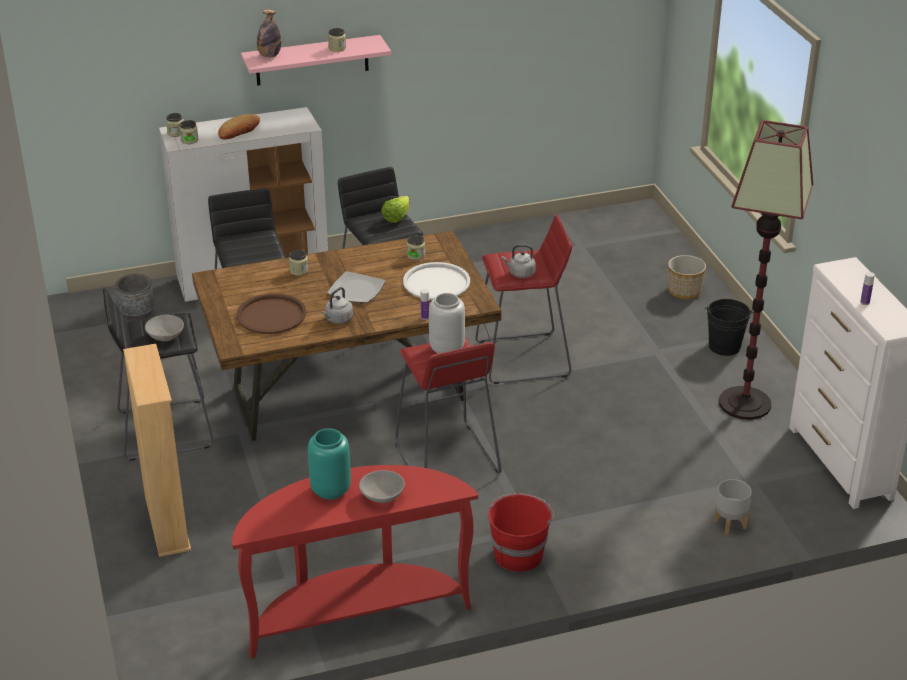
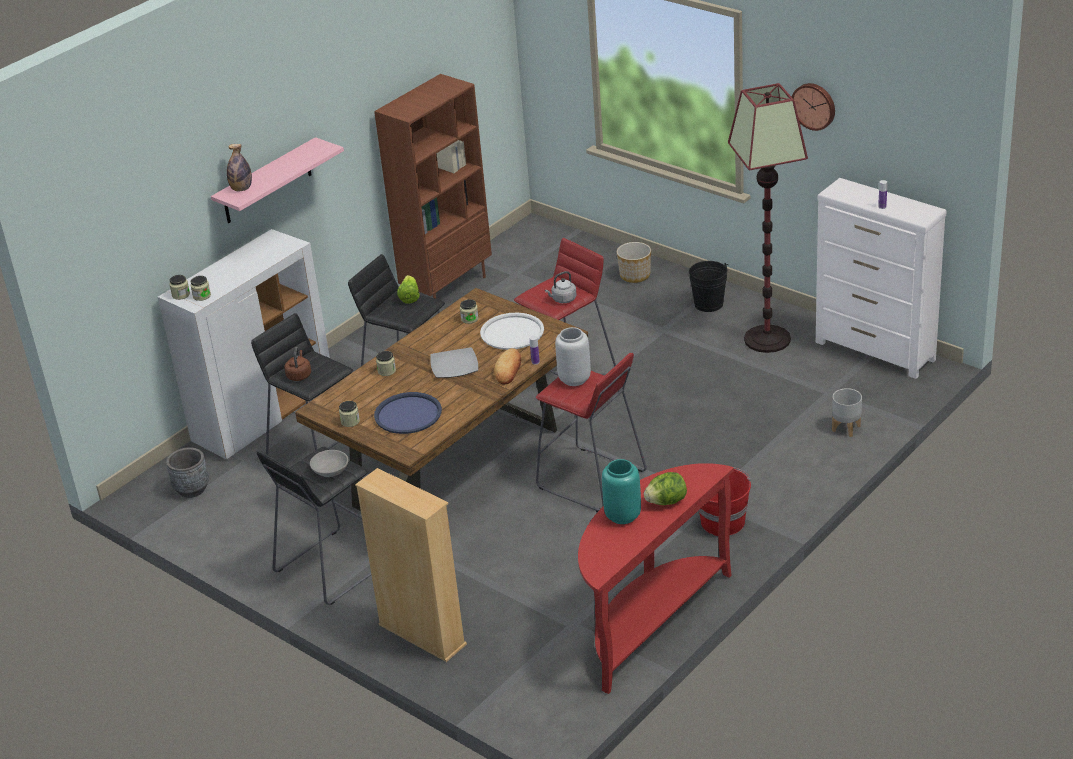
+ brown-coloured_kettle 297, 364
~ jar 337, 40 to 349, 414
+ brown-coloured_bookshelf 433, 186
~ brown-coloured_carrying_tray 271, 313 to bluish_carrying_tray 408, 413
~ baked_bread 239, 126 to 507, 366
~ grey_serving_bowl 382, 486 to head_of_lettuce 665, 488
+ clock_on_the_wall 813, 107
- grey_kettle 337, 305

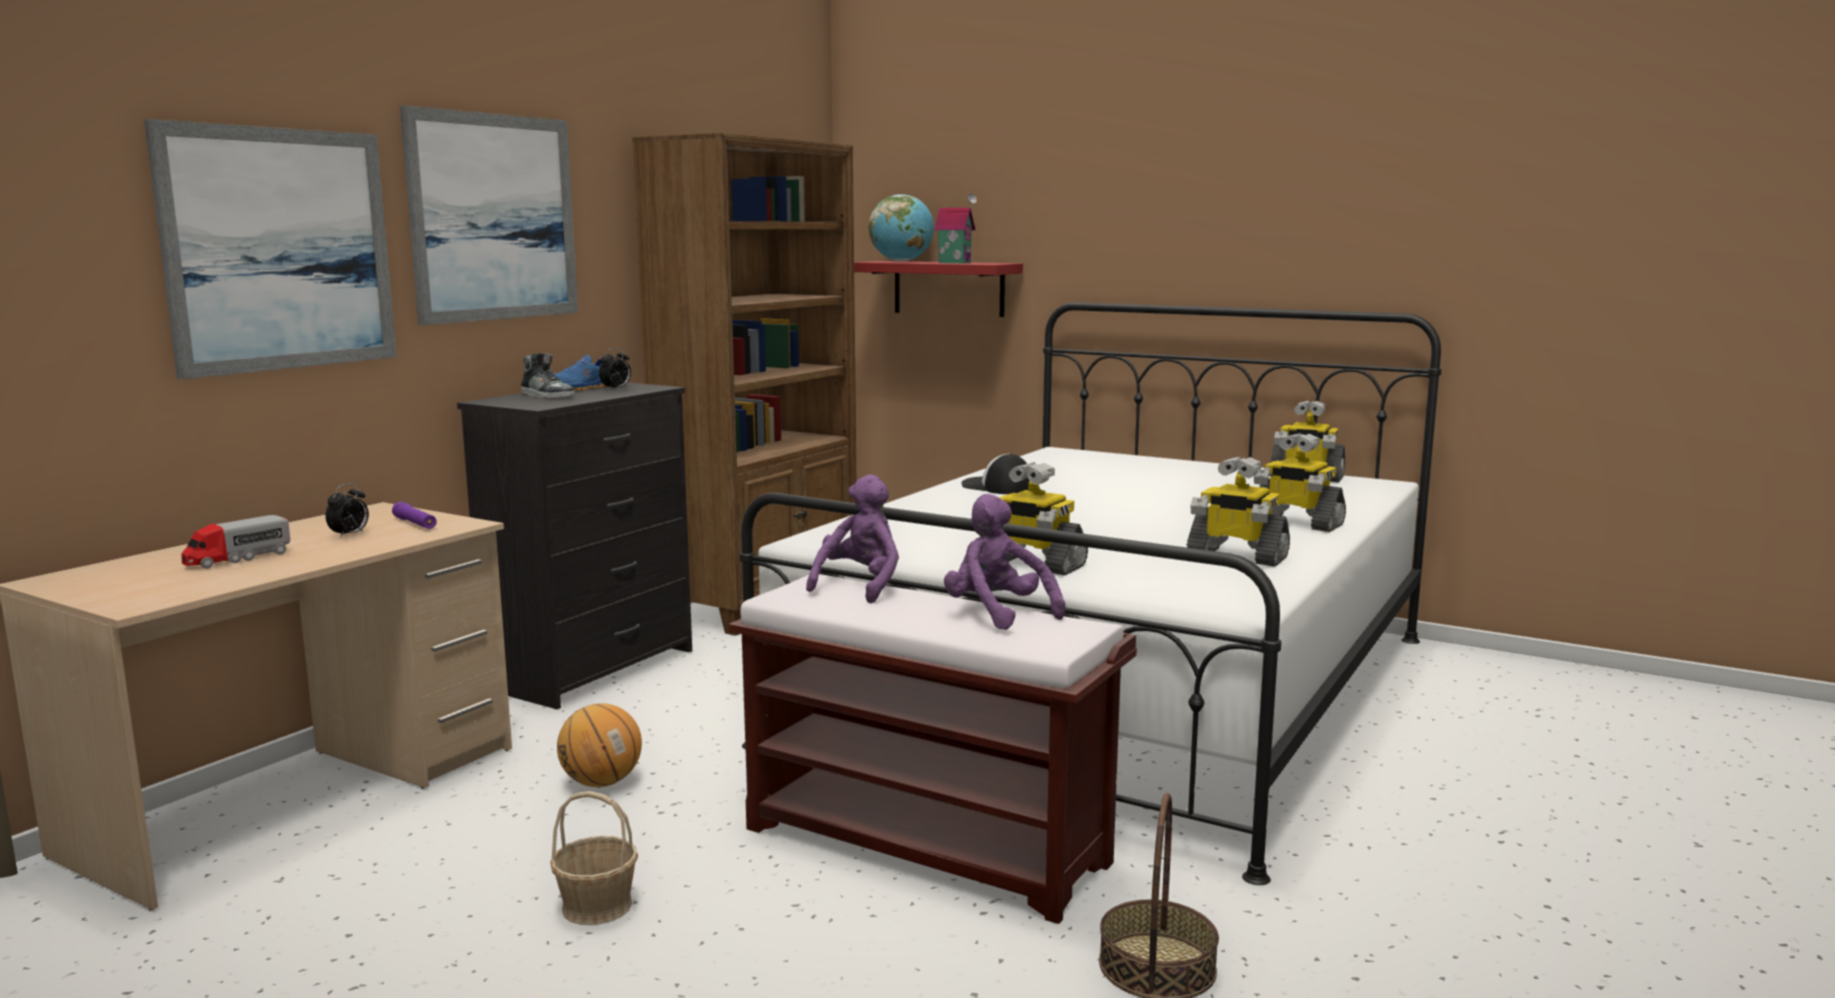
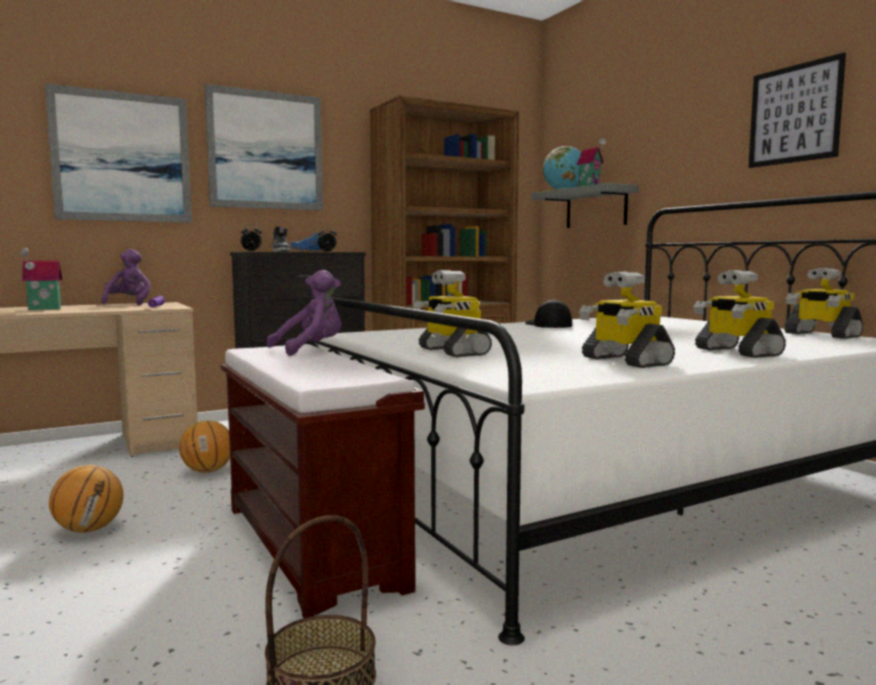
~ toy_lorry 235, 542 to model_house 41, 279
~ household_basket 594, 858 to ball_for_basketball 86, 499
~ purplish_cuddly_toy 1005, 562 to 126, 277
~ alarm_clock 347, 510 to 251, 238
~ red-coloured_shelf 938, 289 to grey_shelf 585, 205
+ wall_picture 797, 110

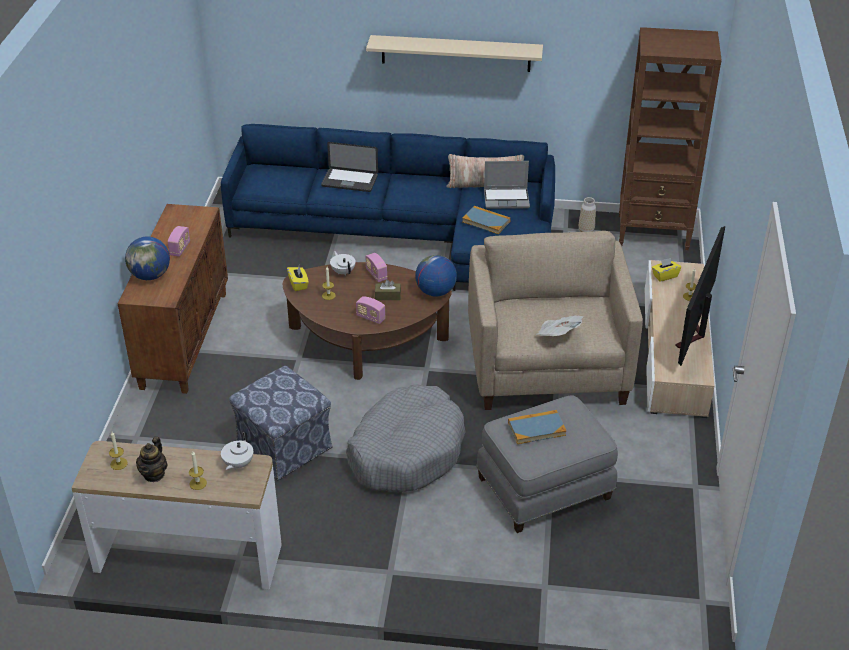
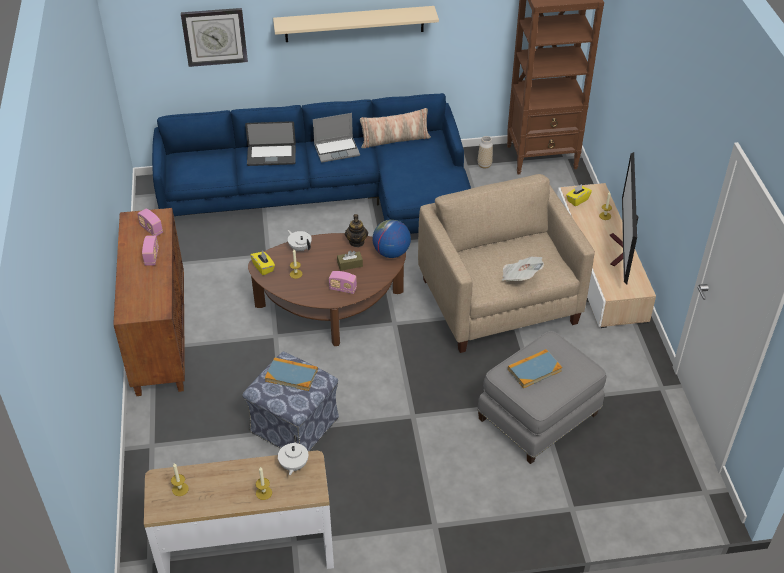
~ radio_set 376, 267 to 150, 222
+ clock_on_the_wall 214, 37
~ bound_book 486, 220 to 291, 374
~ notebook_computer 507, 185 to 336, 137
~ pot_for_tea 152, 459 to 356, 230
- desk_globe 147, 258
- grey_dog_bed 405, 438

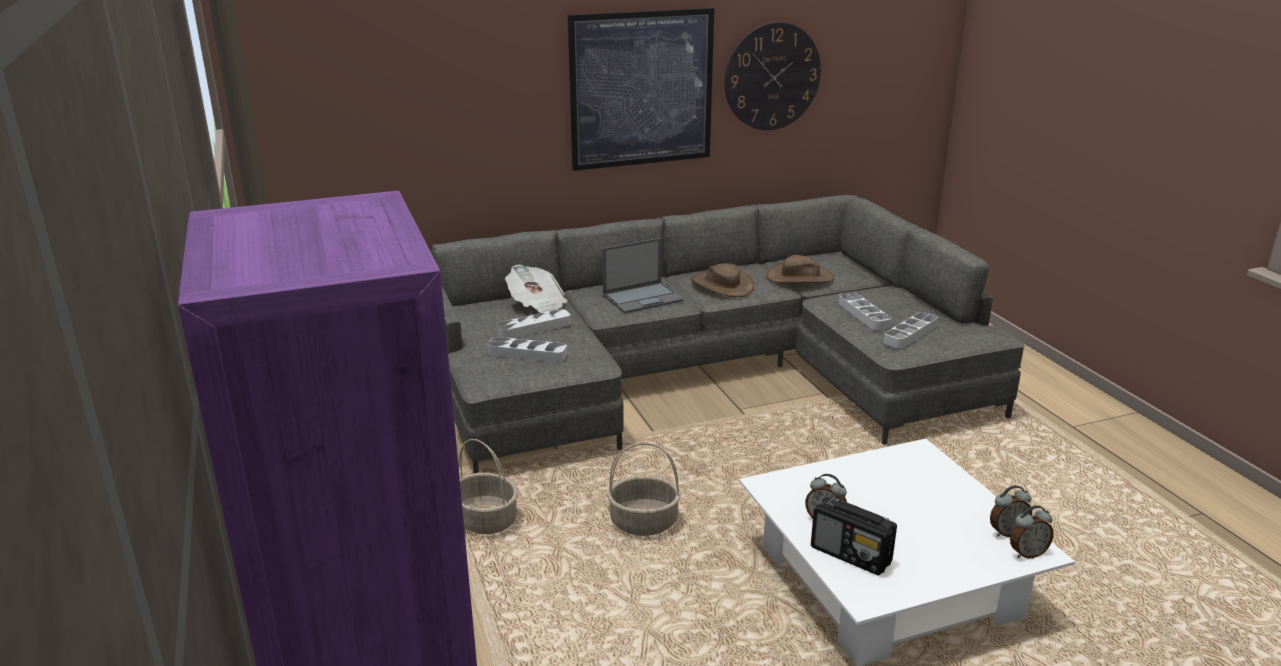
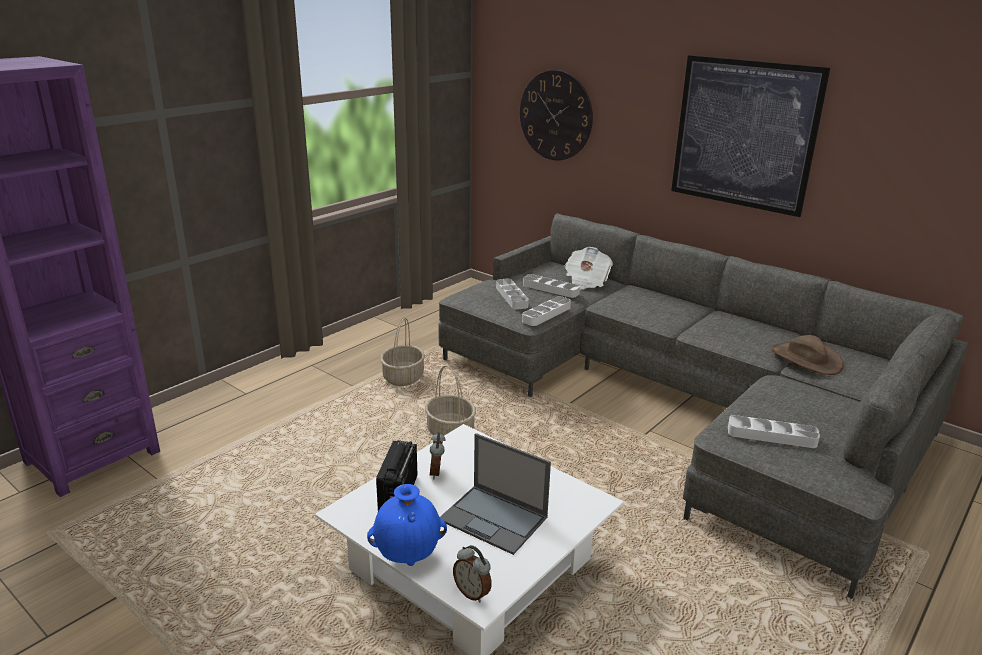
+ bluish_flower_vase 407, 525
~ notebook_computer 643, 275 to 495, 494
~ clock_on_the_wall 772, 76 to 556, 115
~ grey_carrying_tray 865, 311 to 546, 311
- brown-coloured_hat 722, 280
- alarm_clock 1011, 511

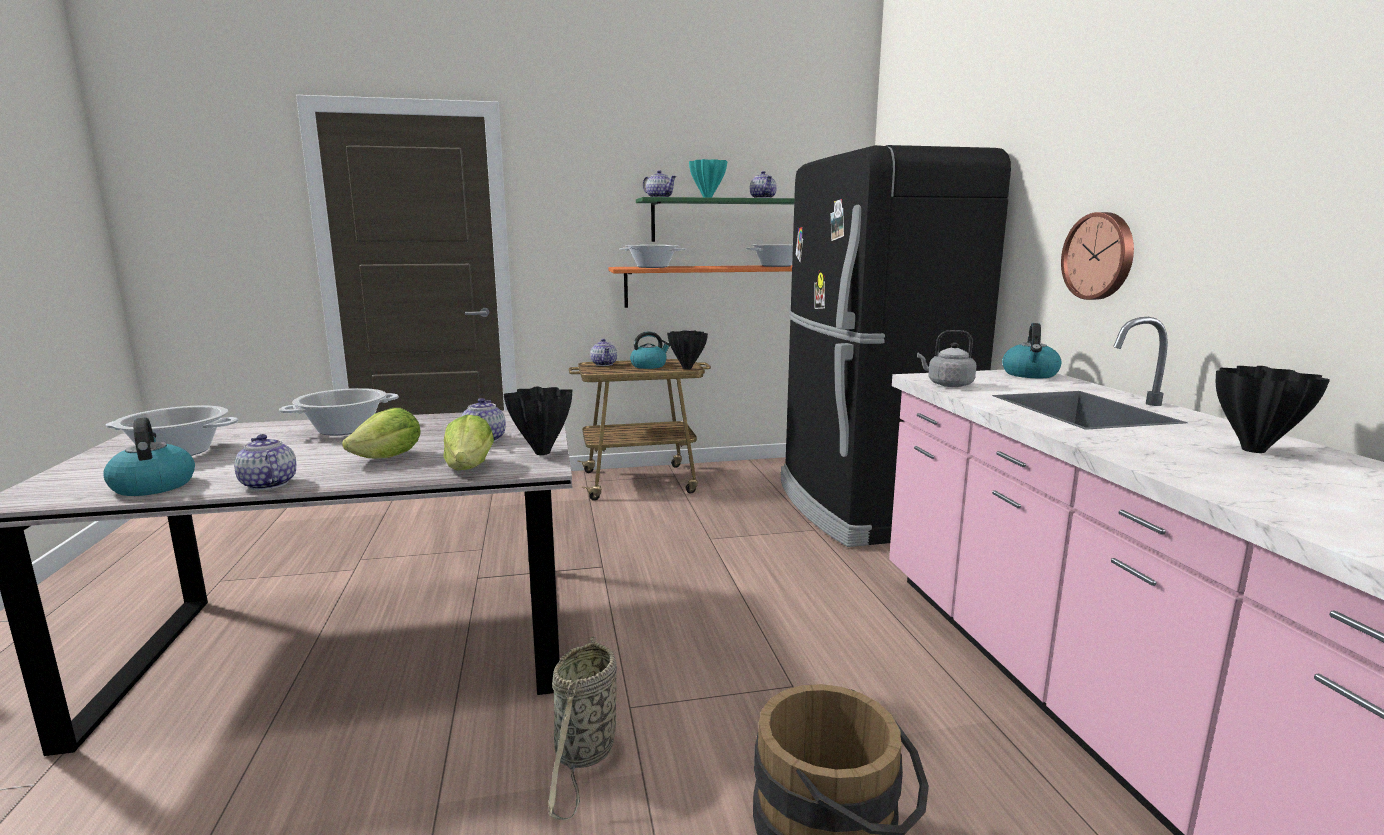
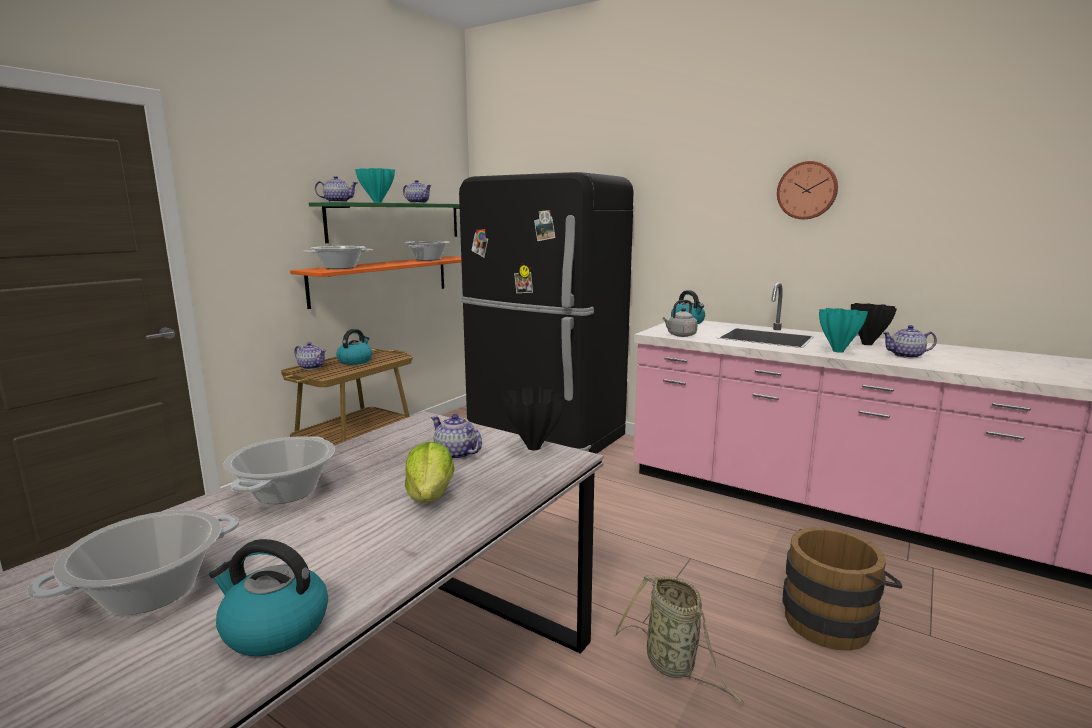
~ clock_on_the_wall 1097, 256 to 807, 190
+ turquoise-coloured_flower_vase 843, 330
~ pot_for_tea 265, 462 to 909, 341
- head_of_lettuce 468, 442
- blackish_flower_vase 687, 350

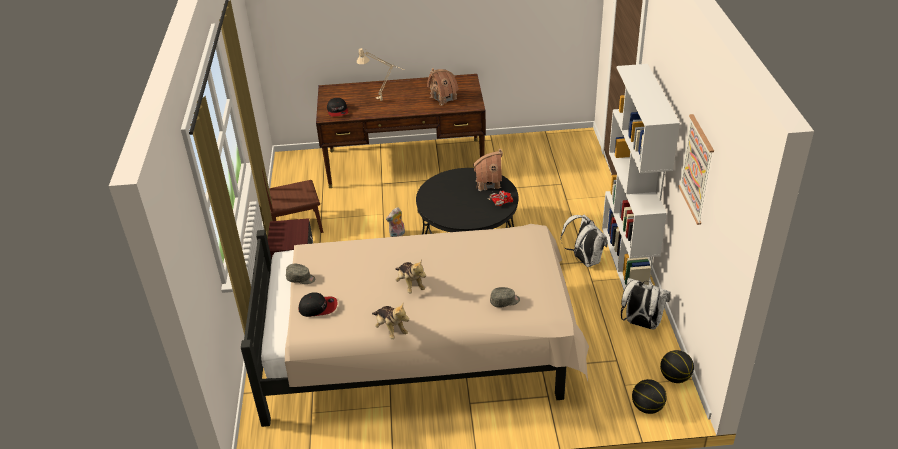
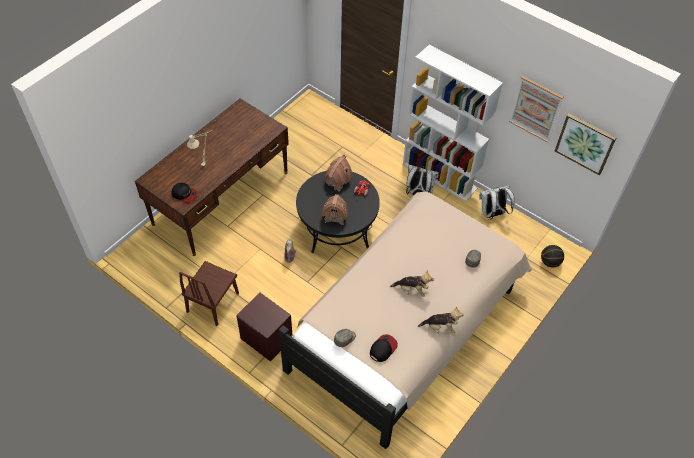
~ model_house 443, 87 to 335, 209
+ wall_picture 585, 144
- ball_for_basketball 677, 366

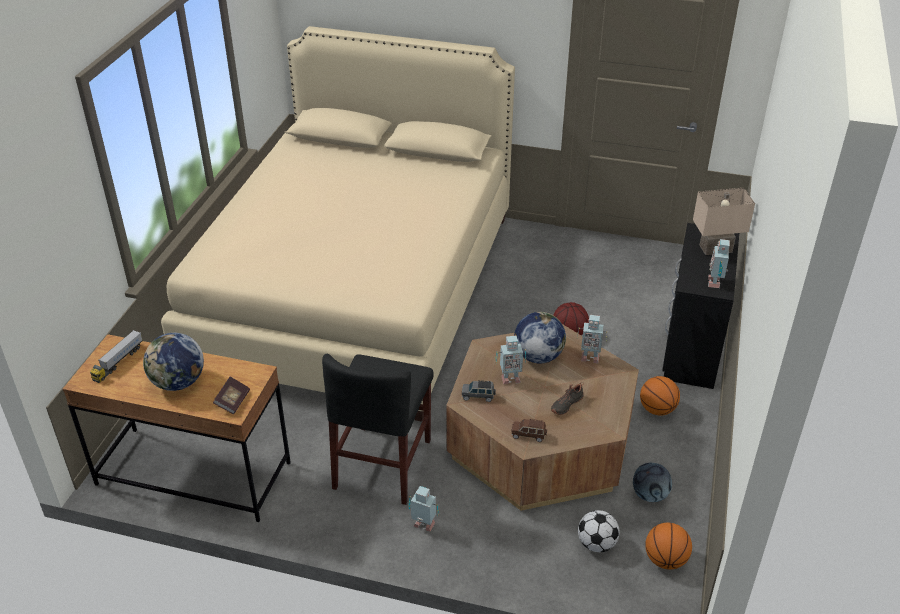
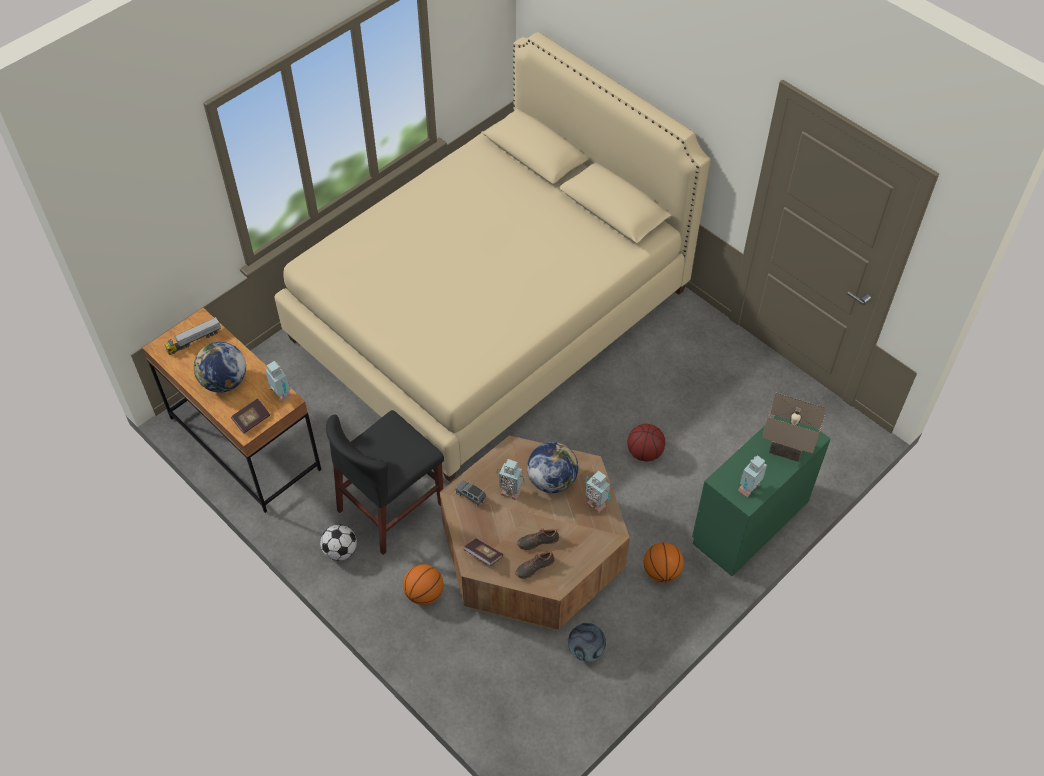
~ robot_figure 423, 509 to 278, 382
~ football 599, 531 to 338, 542
~ ball_for_basketball 668, 546 to 423, 584
~ brown-coloured_model_car 529, 430 to bound_book 483, 552
+ blackish_low_shoe 535, 564
~ blackish_dresser 700, 306 to green_dresser 761, 496

